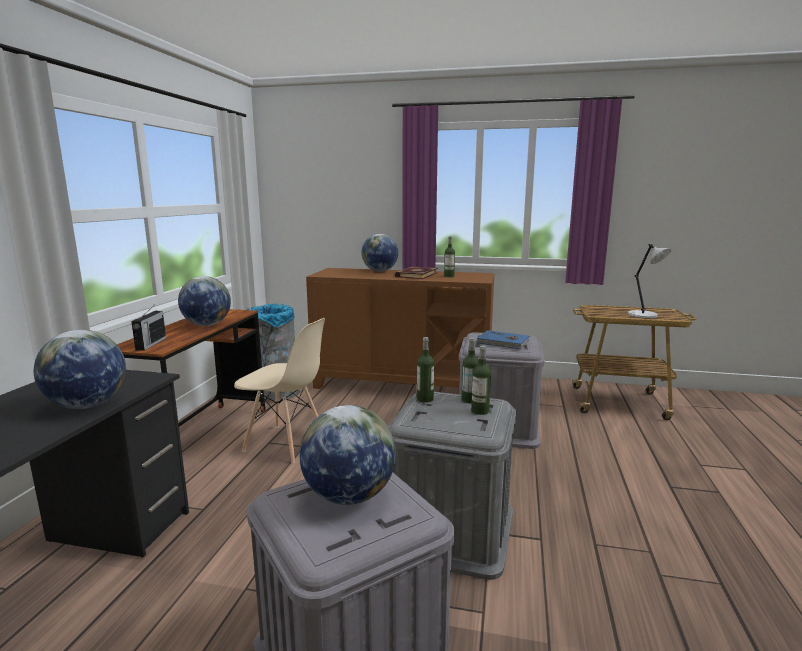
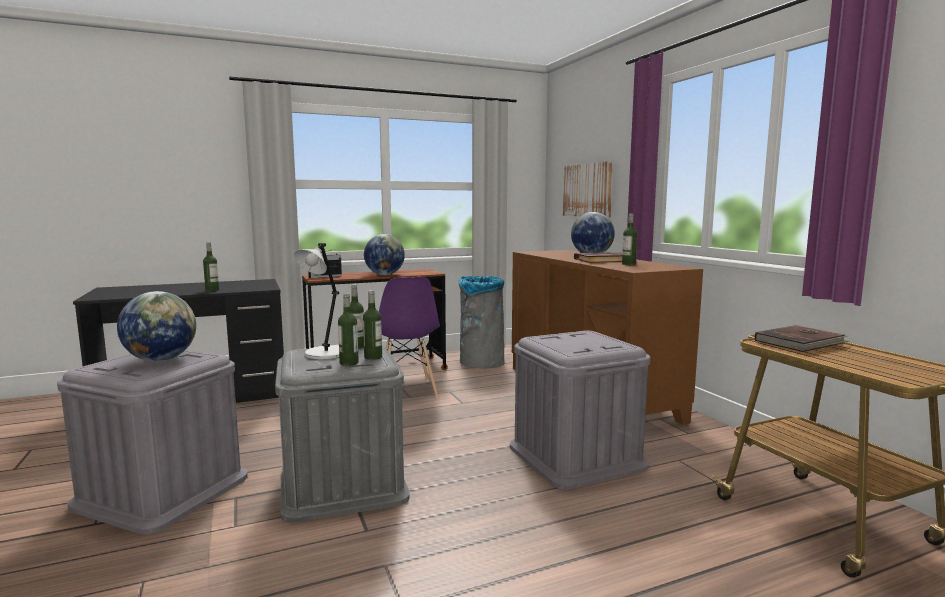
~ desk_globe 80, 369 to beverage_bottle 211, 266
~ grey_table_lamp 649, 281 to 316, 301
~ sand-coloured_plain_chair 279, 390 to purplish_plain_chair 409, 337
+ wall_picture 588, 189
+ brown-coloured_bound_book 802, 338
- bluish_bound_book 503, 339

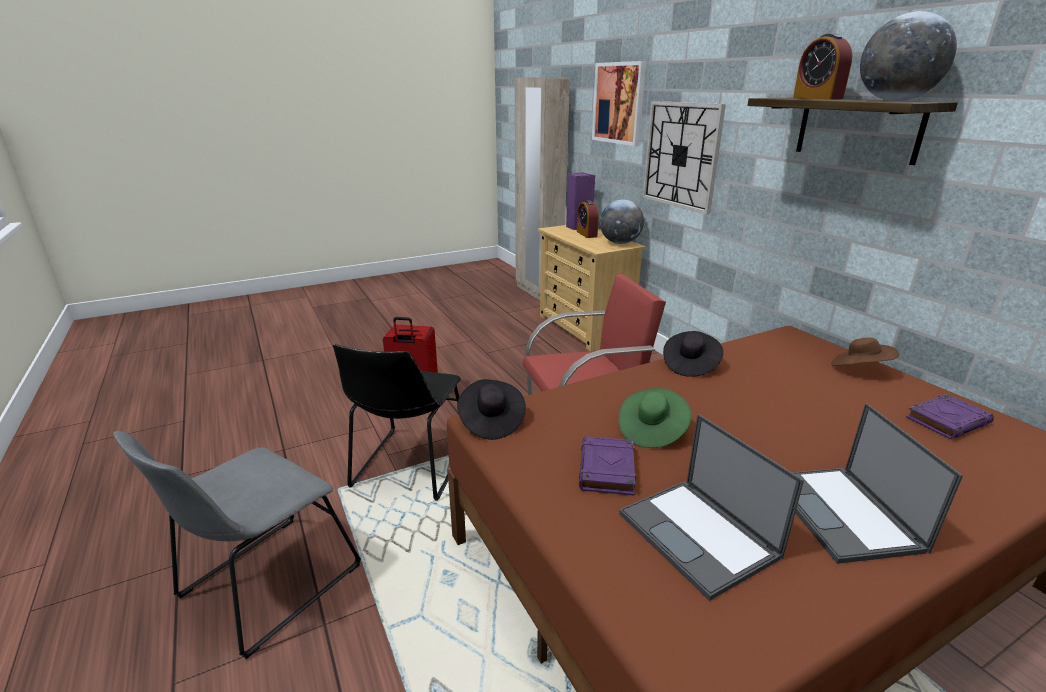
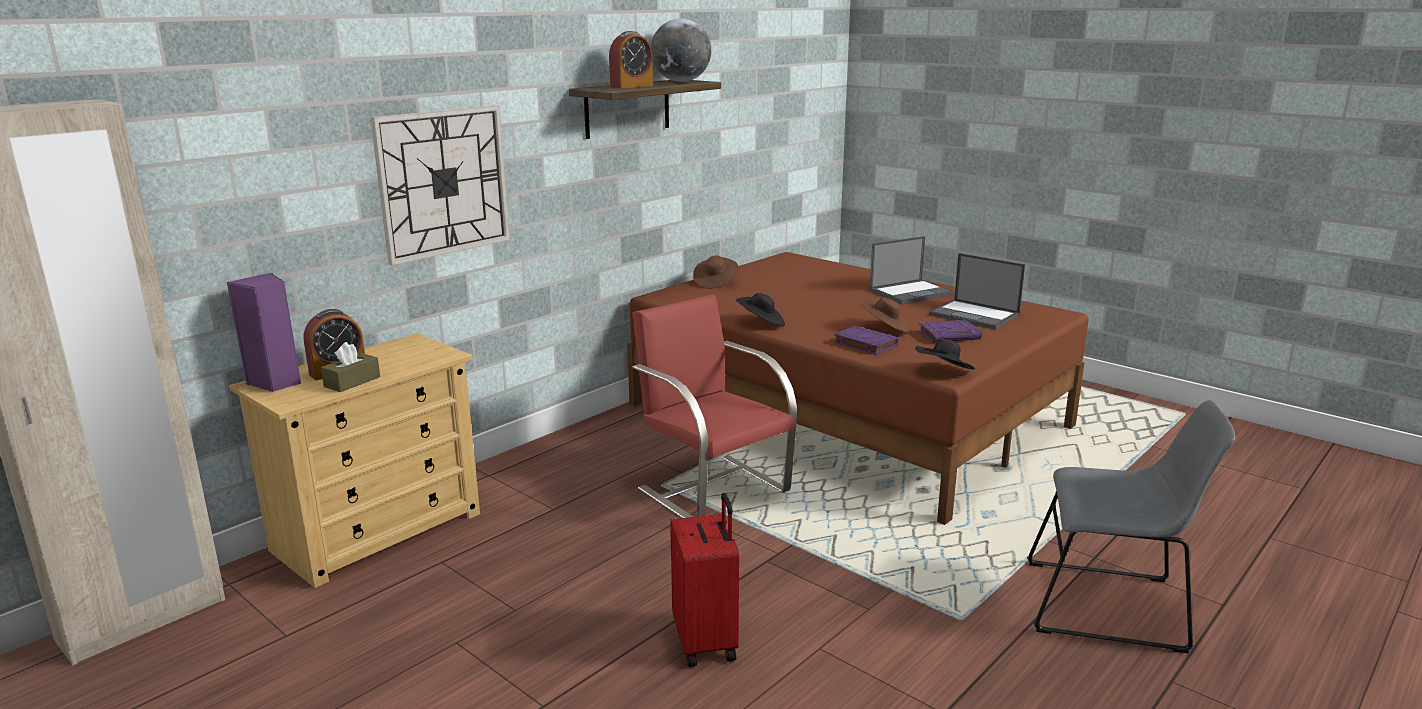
+ brown-coloured_box_of_tissues 350, 367
~ purplish_bound_book 950, 416 to 866, 340
~ green_hat 655, 418 to brown-coloured_hat 885, 315
~ notebook_computer 711, 507 = 977, 291 90 degrees clockwise
- blackish_plain_chair 397, 422
- wall_picture 619, 103
- desk_globe 622, 222

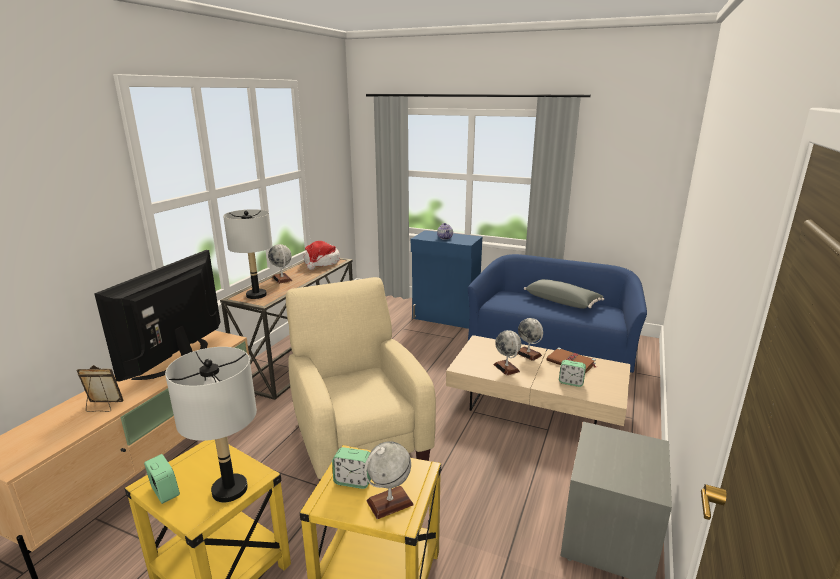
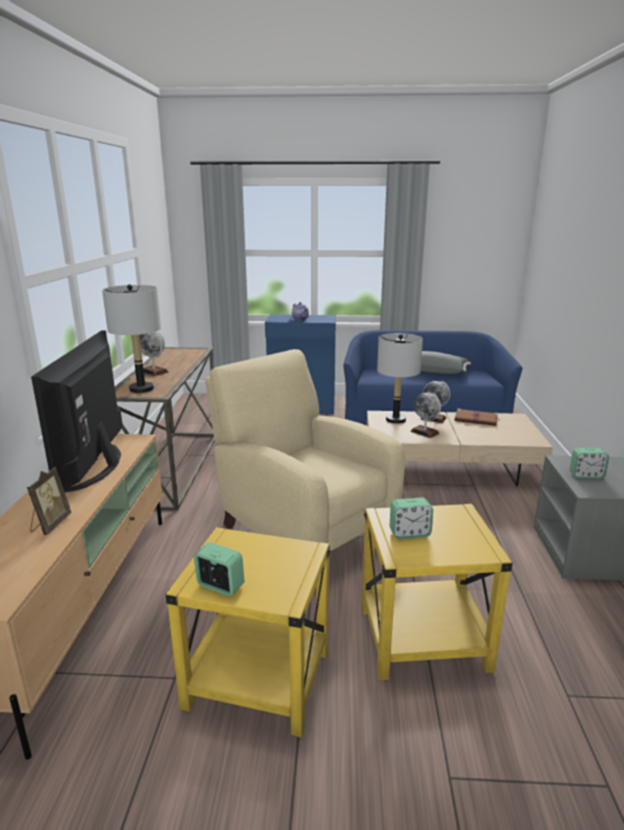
~ standing_frame 100, 388 = 49, 501 120 degrees clockwise
~ grey_table_lamp 211, 424 to 400, 378
~ alarm_clock 572, 373 to 589, 463
- hat 322, 255
- desk_globe 389, 480

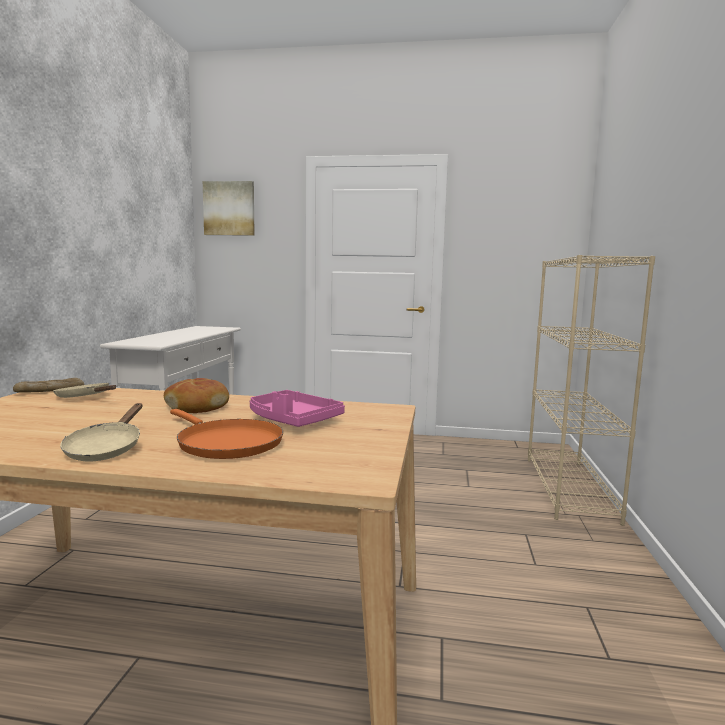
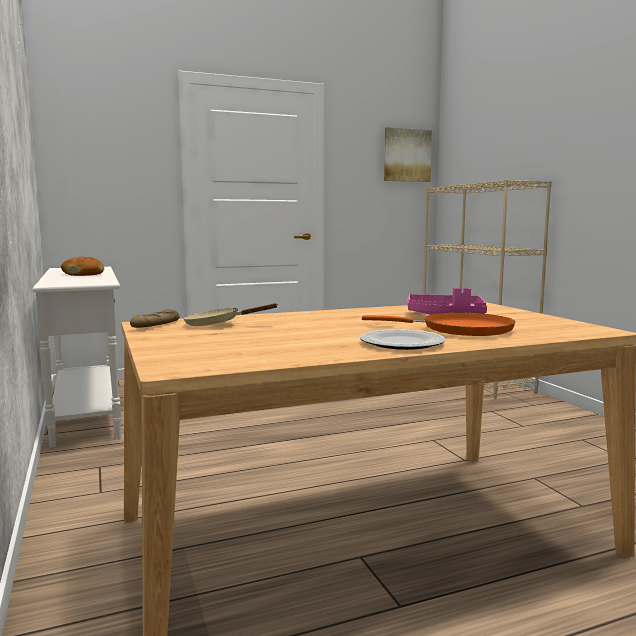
~ baked_bread 196, 395 to 82, 266
~ sand-coloured_frying_pan 101, 432 to plate 403, 339
~ wall_picture 229, 208 to 408, 154

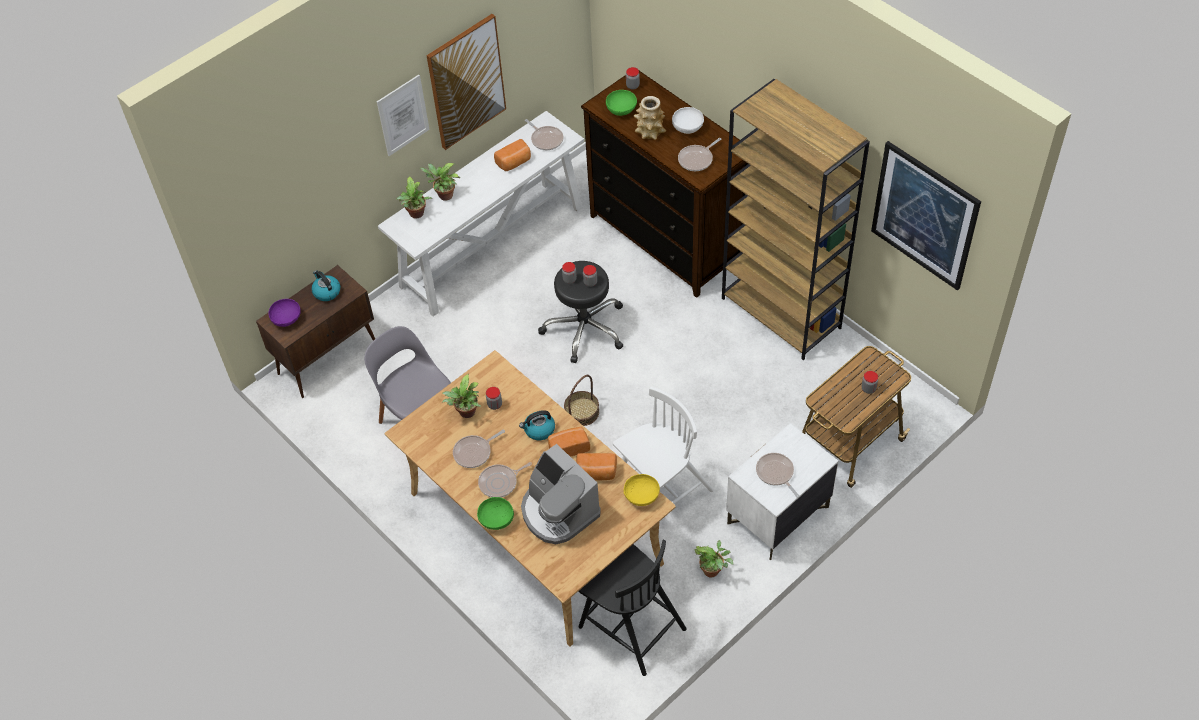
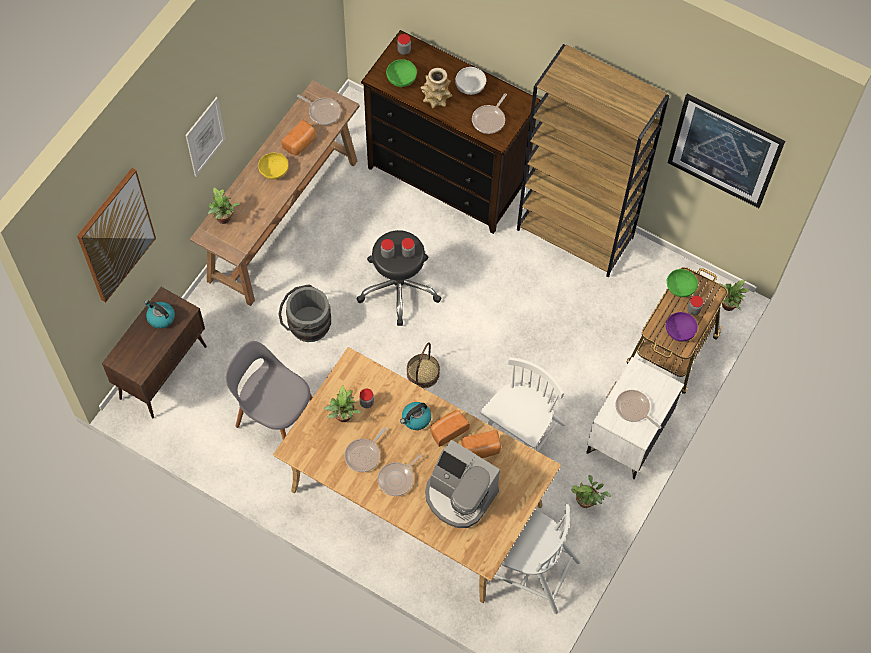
~ wall_picture 466, 82 to 116, 235
~ white_console_table 481, 214 to brown-coloured_console_table 275, 193
~ yellow_serving_bowl 642, 490 to 273, 166
+ grey_pail 305, 313
~ blackish_plain_chair 632, 608 to white_plain_chair 533, 559
~ purplish_serving_bowl 284, 313 to 682, 327
~ green_serving_bowl 495, 513 to 682, 283
~ potted_plant 440, 182 to 732, 295

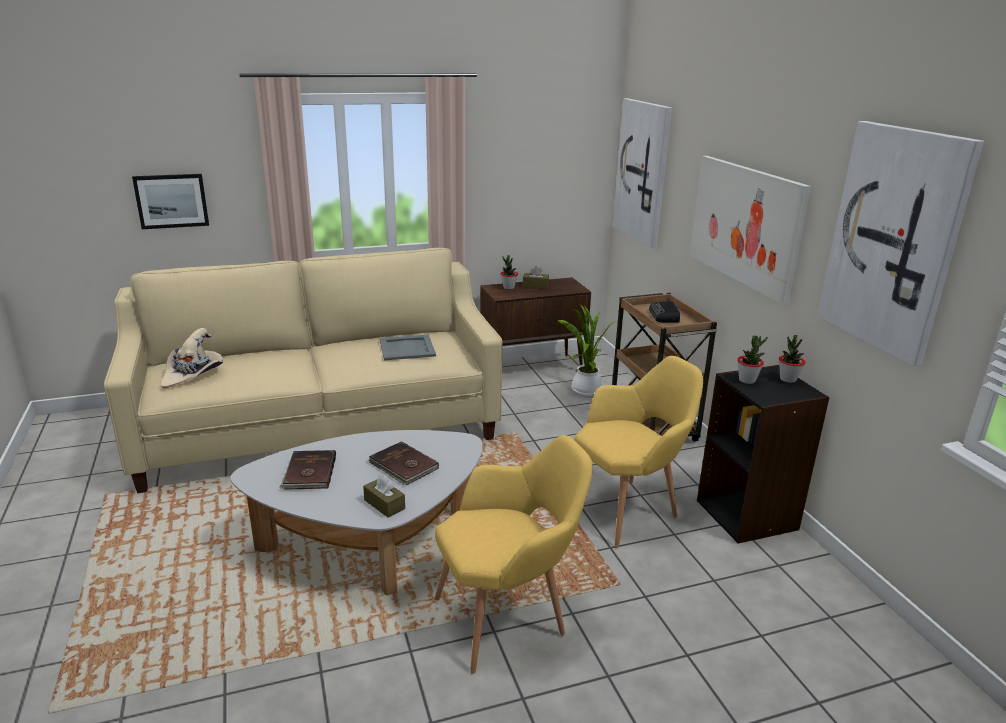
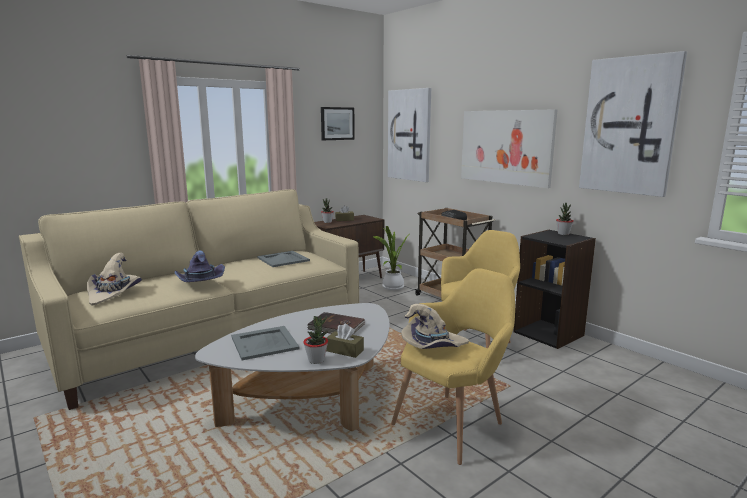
+ purplish_hat 199, 266
~ brown-coloured_bound_book 308, 470 to grey_carrying_tray 265, 343
~ potted_plant 752, 359 to 315, 339
~ wall_picture 170, 201 to 338, 123
+ sand-coloured_hat 435, 326

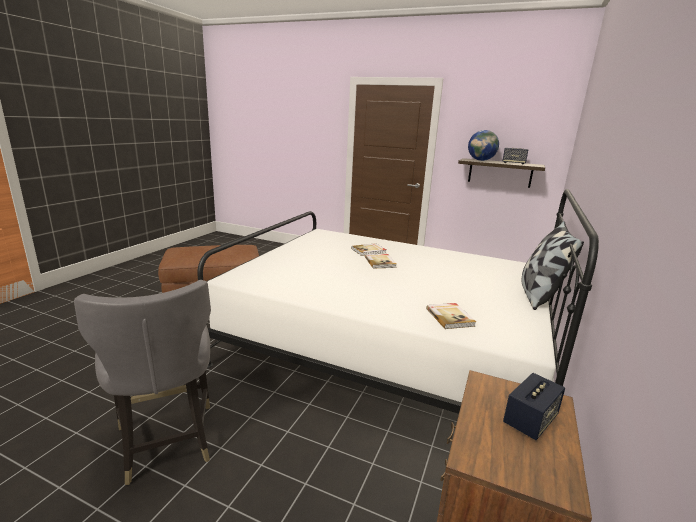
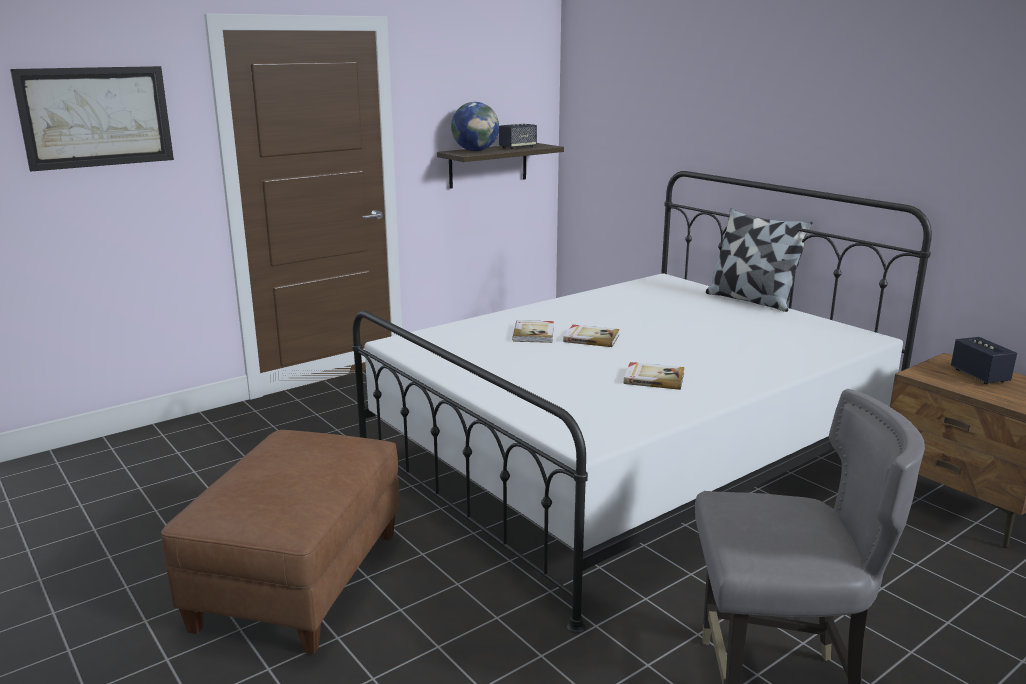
+ wall_picture 92, 118
~ bound_book 451, 316 to 654, 376

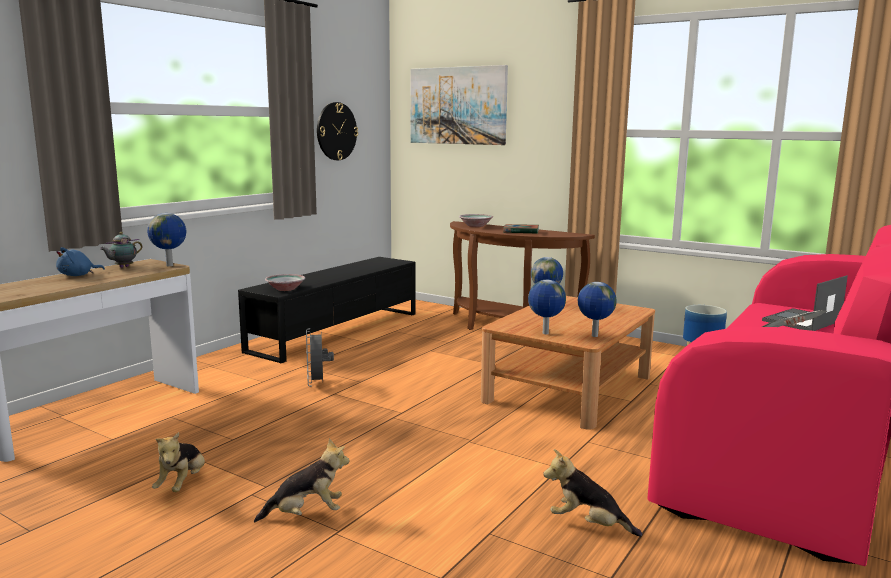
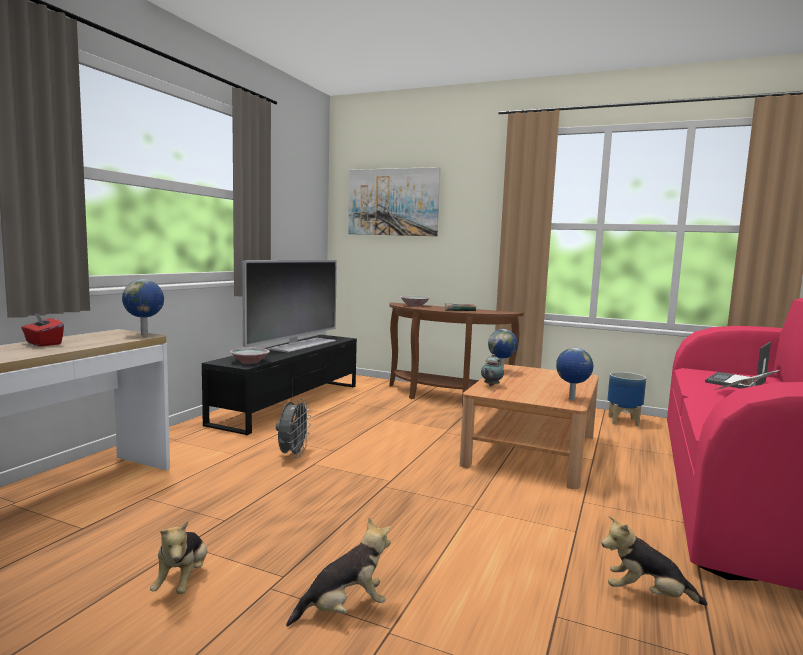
~ bluish_cuddly_toy 80, 261 to red-coloured_box_of_tissues 42, 329
+ television 289, 306
~ grey_electric_fan 320, 357 = 293, 428 150 degrees counterclockwise
~ pot_for_tea 121, 250 to 492, 370
- clock_on_the_wall 337, 131
- desk_globe 547, 307

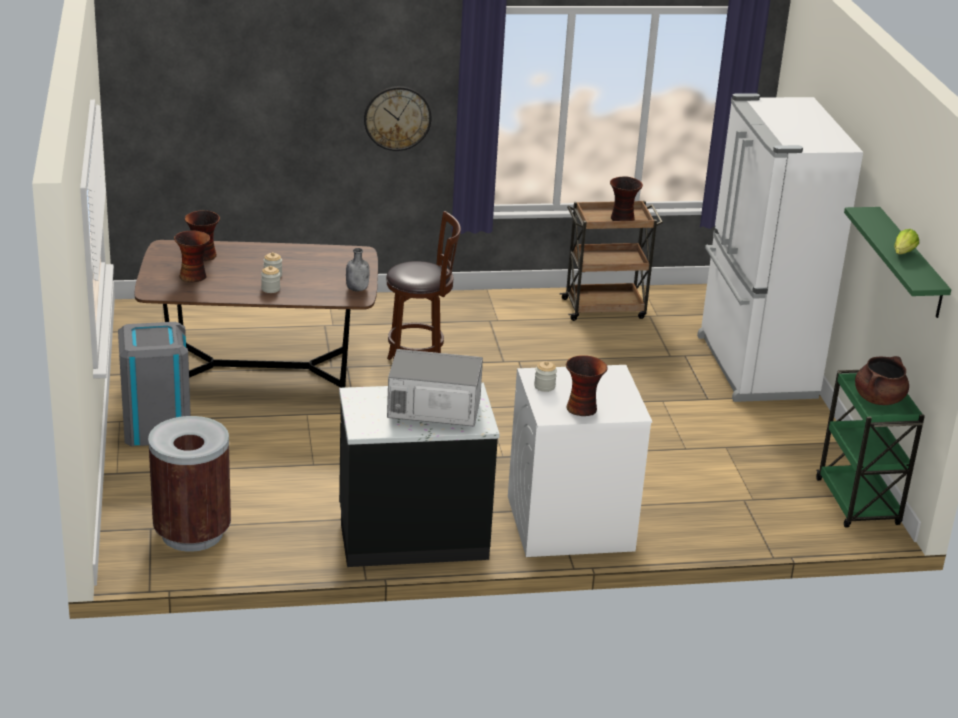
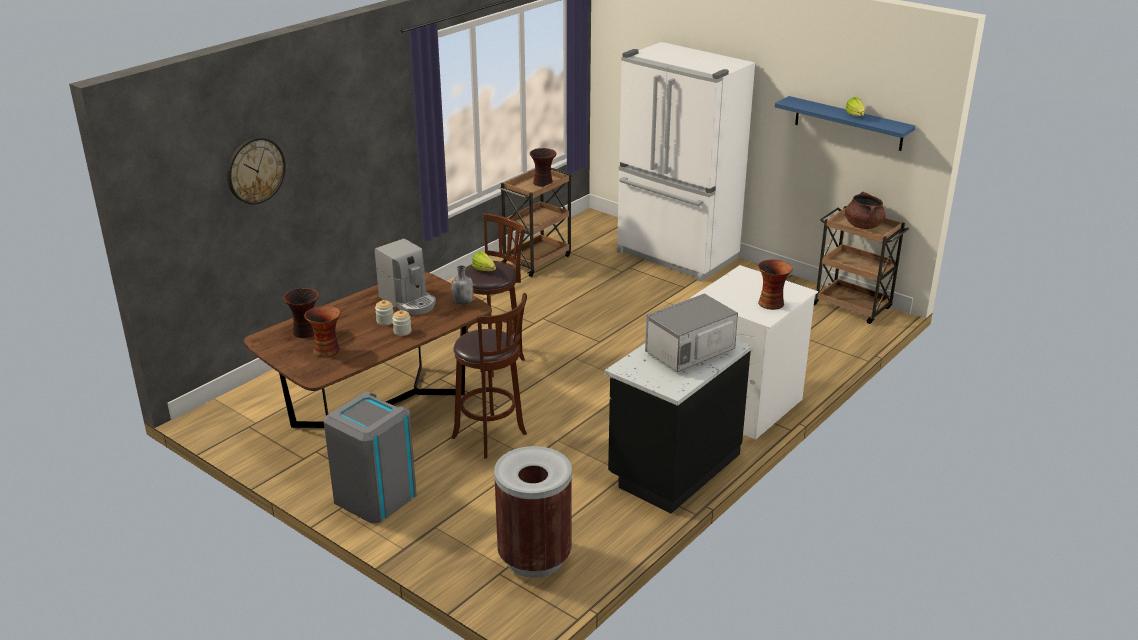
~ clock_on_the_wall 398, 118 to 256, 170
+ coffee_machine 405, 276
+ brown-coloured_stool 489, 375
+ head_of_lettuce 484, 261
~ green_shelf 897, 262 to bluish_shelf 845, 123
~ green_trolley 870, 449 to brown-coloured_trolley 861, 265
- jar 545, 376

